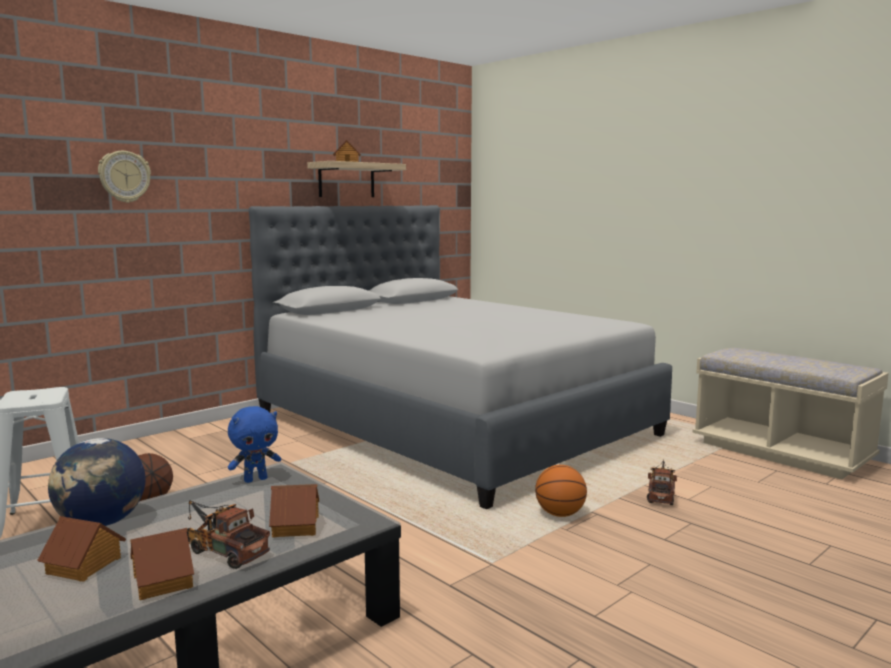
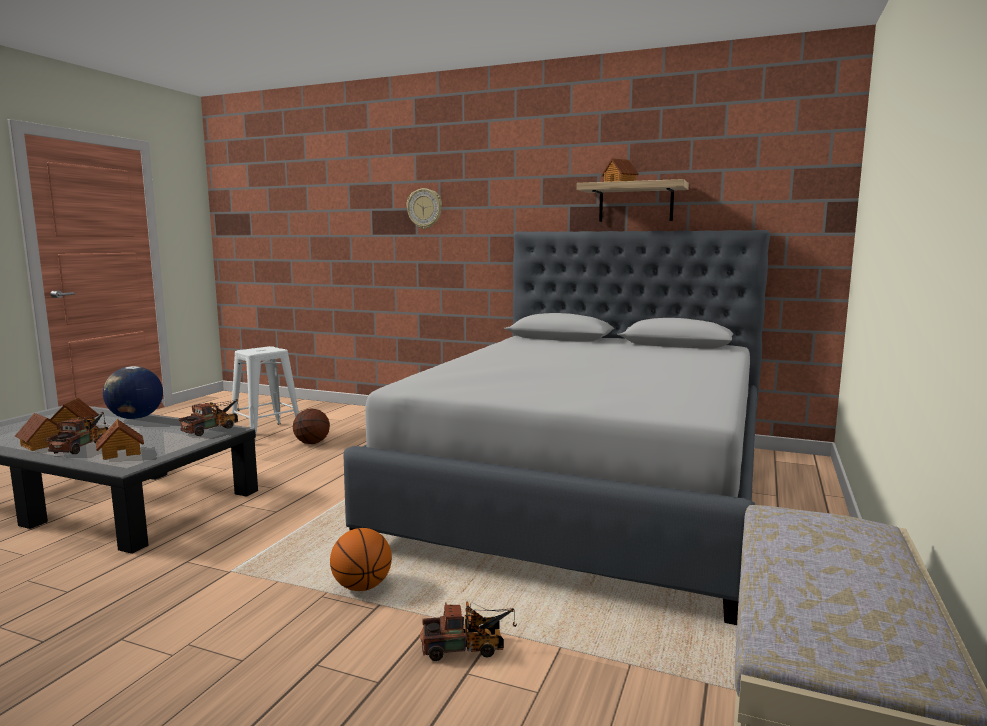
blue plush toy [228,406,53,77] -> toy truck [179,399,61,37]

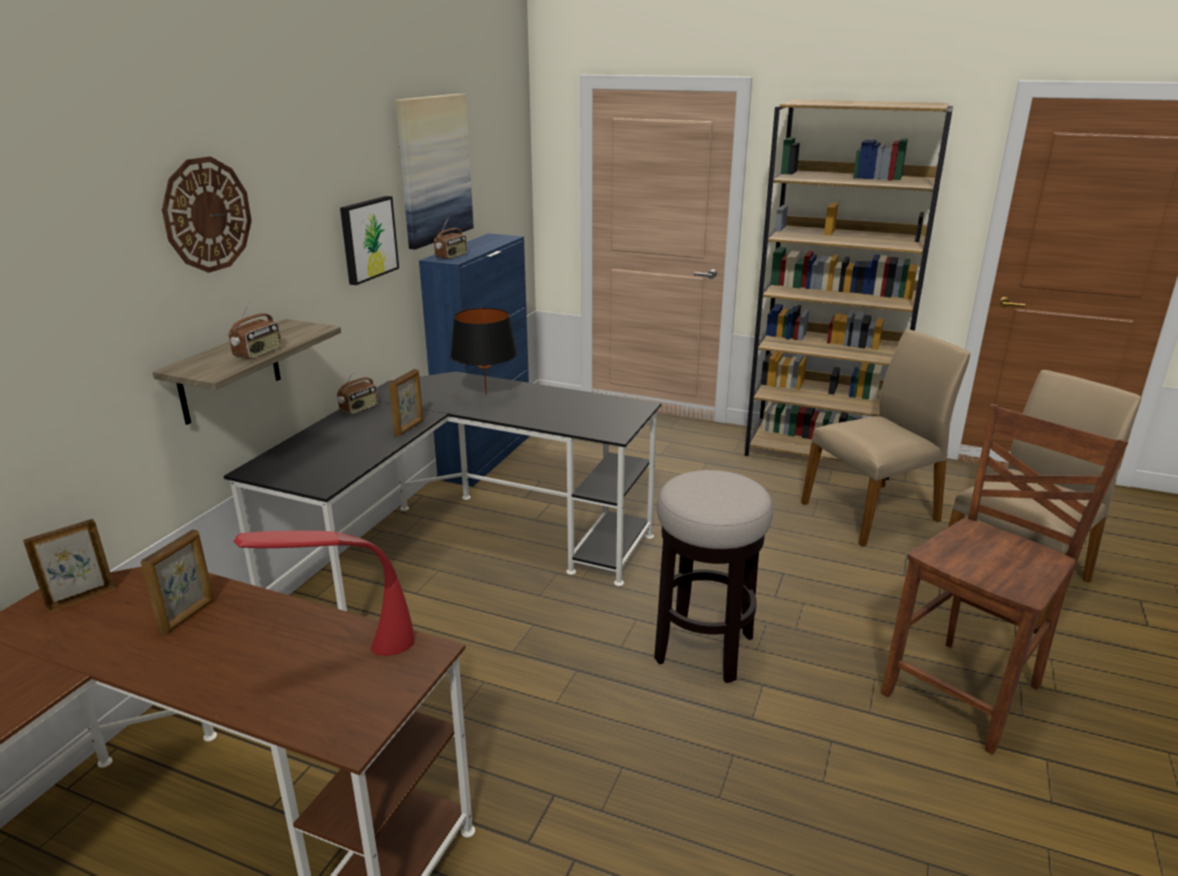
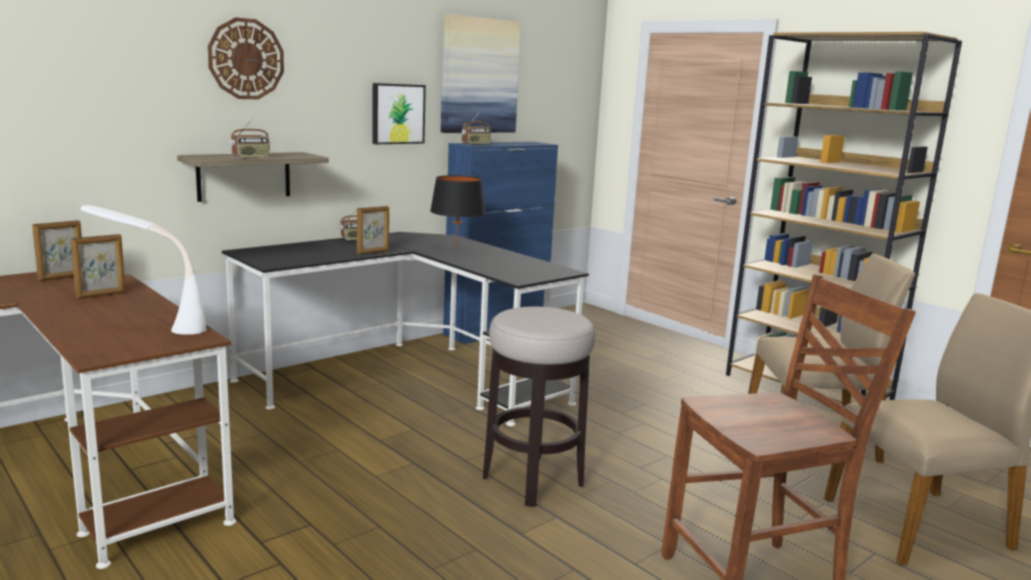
picture frame [23,519,92,93] -> picture frame [32,220,50,61], 150 degrees clockwise
red table lamp [233,531,182,125] -> white table lamp [80,205,126,130]

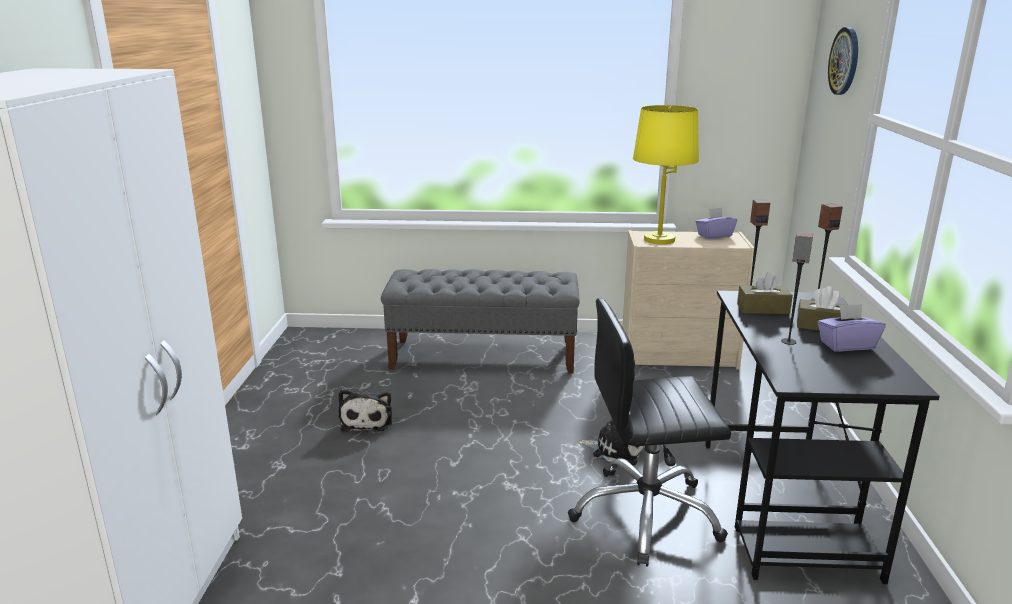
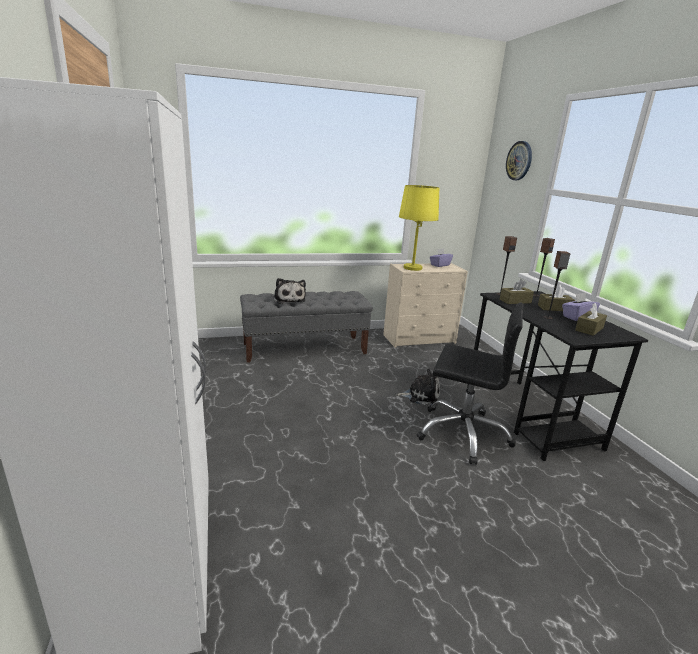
plush toy [338,389,55,43] -> plush toy [273,278,33,26], relocated
black office chair [568,298,163,269] -> black office chair [417,303,106,162], 135 degrees counterclockwise
none -> brown tissue box [575,303,32,33]

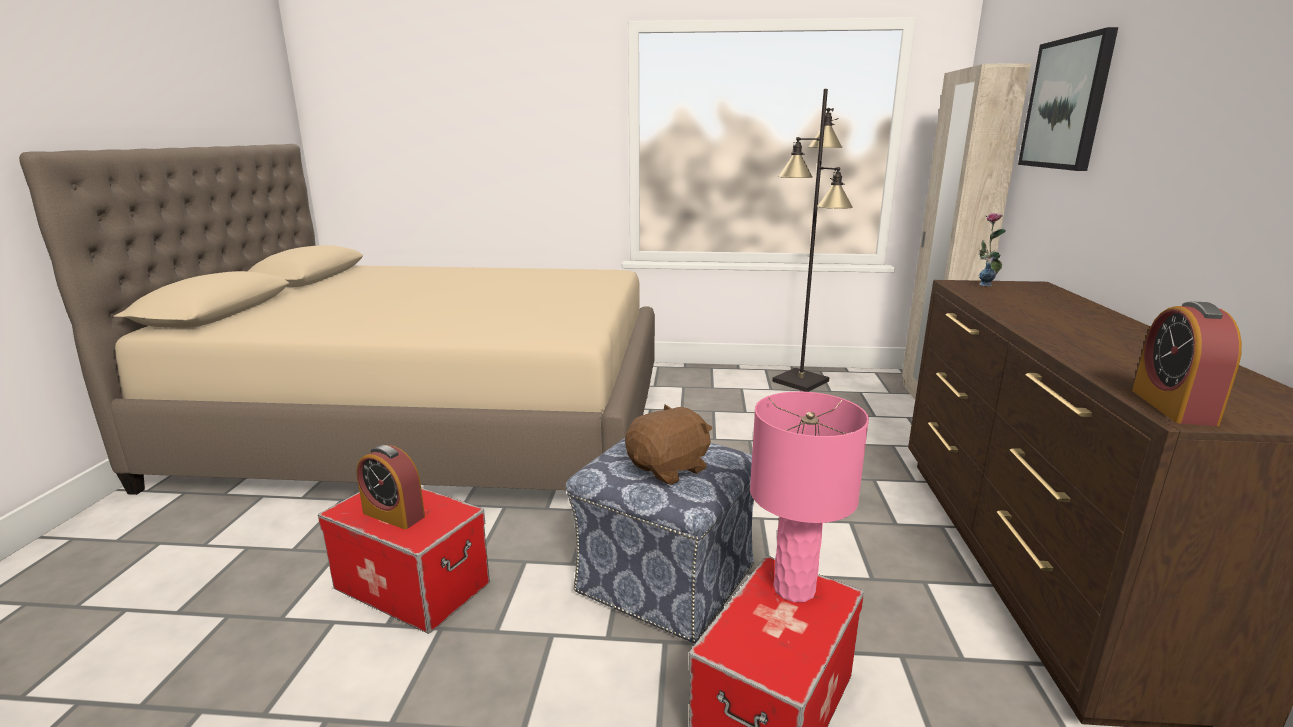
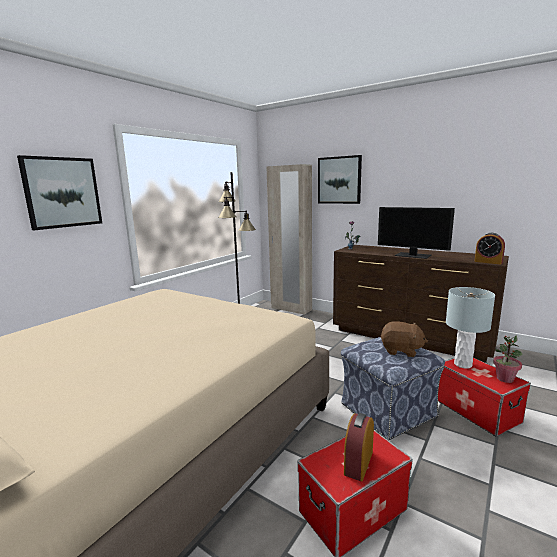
none -> picture [17,155,85,75]
alarm clock [357,445,68,84] -> alarm clock [344,413,30,68], 150 degrees clockwise
none -> monitor [378,207,77,52]
brown plush toy [625,405,88,80] -> brown plush toy [380,321,48,36], 120 degrees clockwise
pink table lamp [750,392,119,210] -> grey table lamp [446,287,49,82]
none -> potted plant [493,336,29,47]

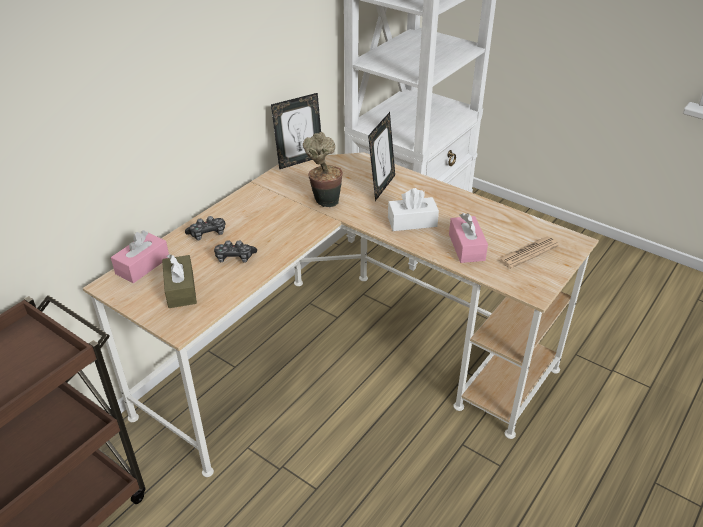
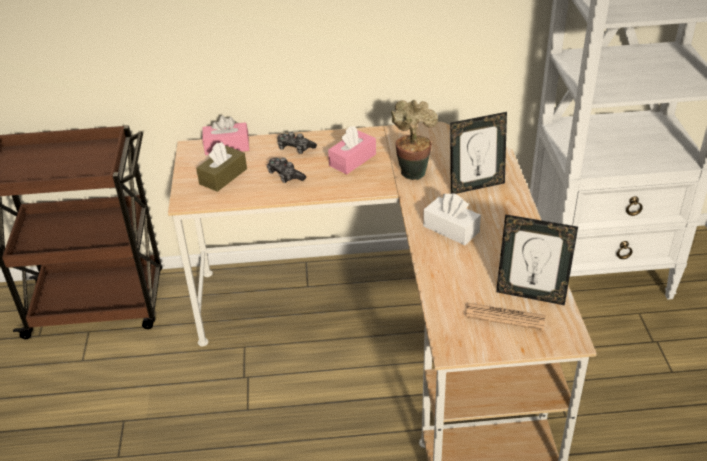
pink tissue box [449,213,39,50] -> pink tissue box [328,126,48,48], relocated
picture frame [271,93,50,76] -> picture frame [496,214,82,91], relocated

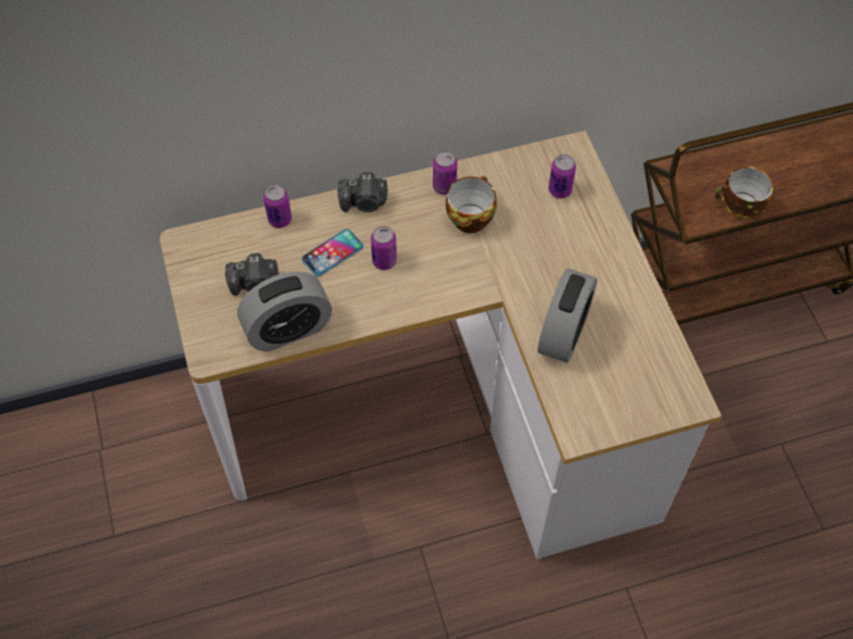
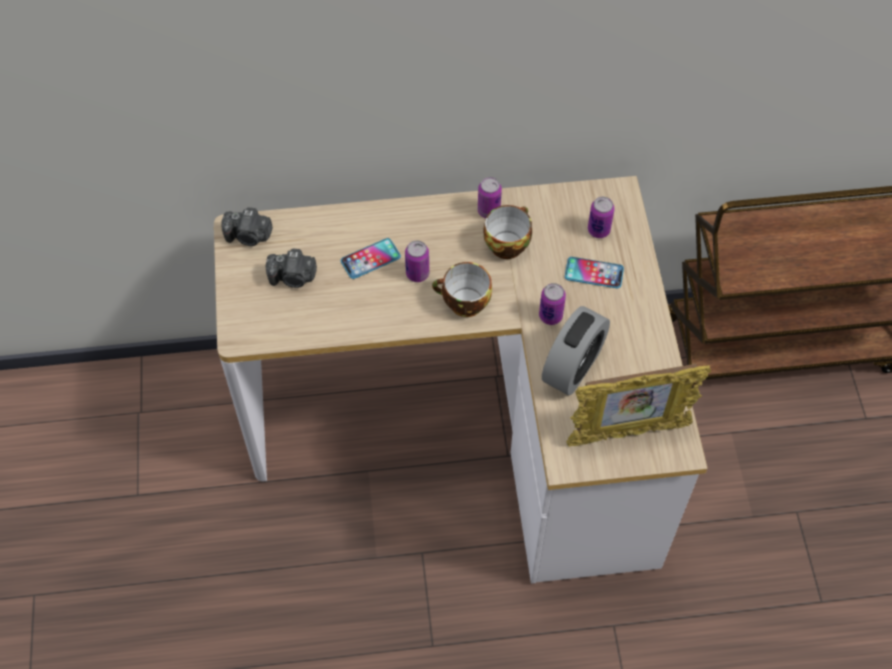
photo camera [338,172,50,40] -> photo camera [221,207,52,39], relocated
cup [714,167,59,52] -> cup [432,262,60,55], relocated
can [263,184,29,44] -> can [539,283,27,42], relocated
none -> phone [565,257,59,31]
none -> picture frame [566,364,145,83]
alarm clock [237,271,95,81] -> none

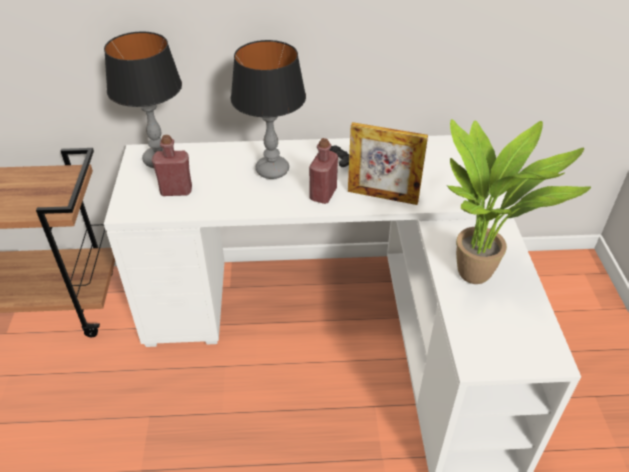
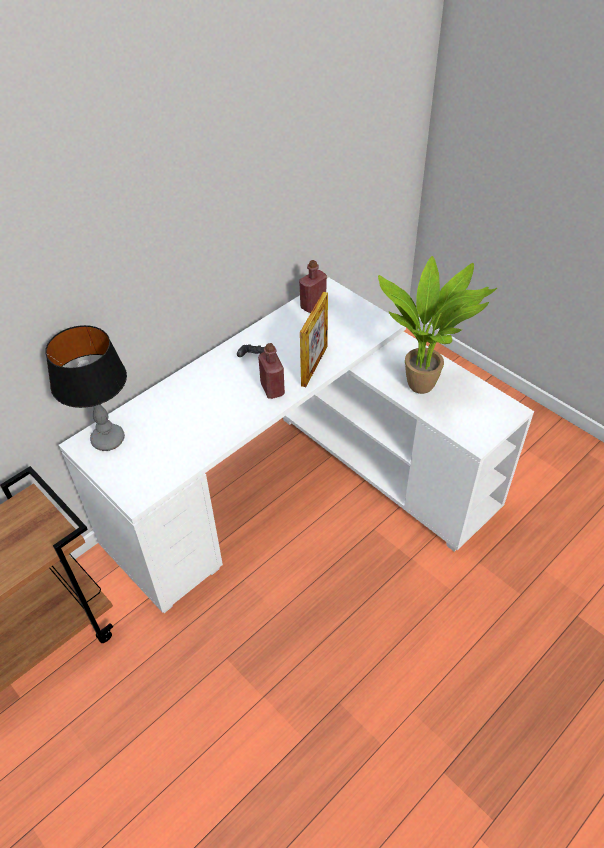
red bottle [152,135,40,61] -> red bottle [299,260,28,53], relocated
picture frame [348,122,80,83] -> picture frame [300,292,28,95], 45 degrees counterclockwise
table lamp [230,40,76,139] -> none

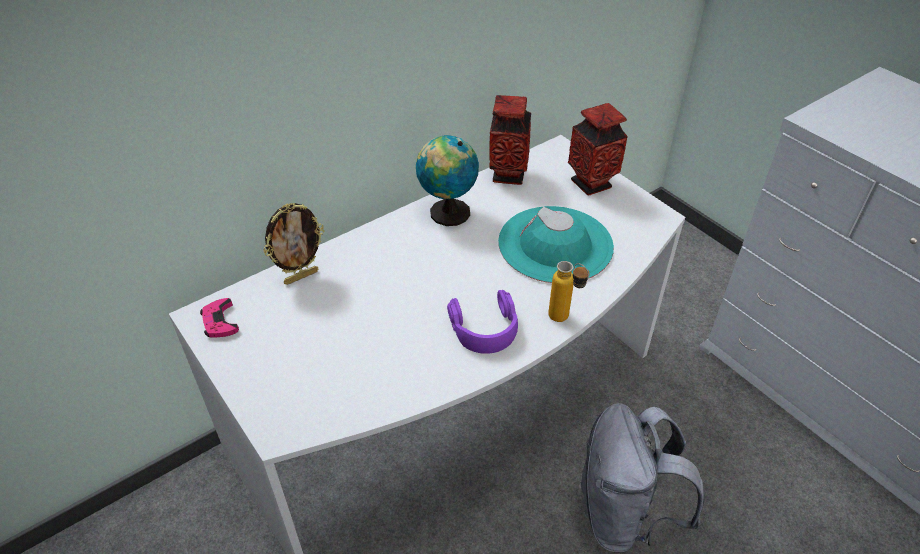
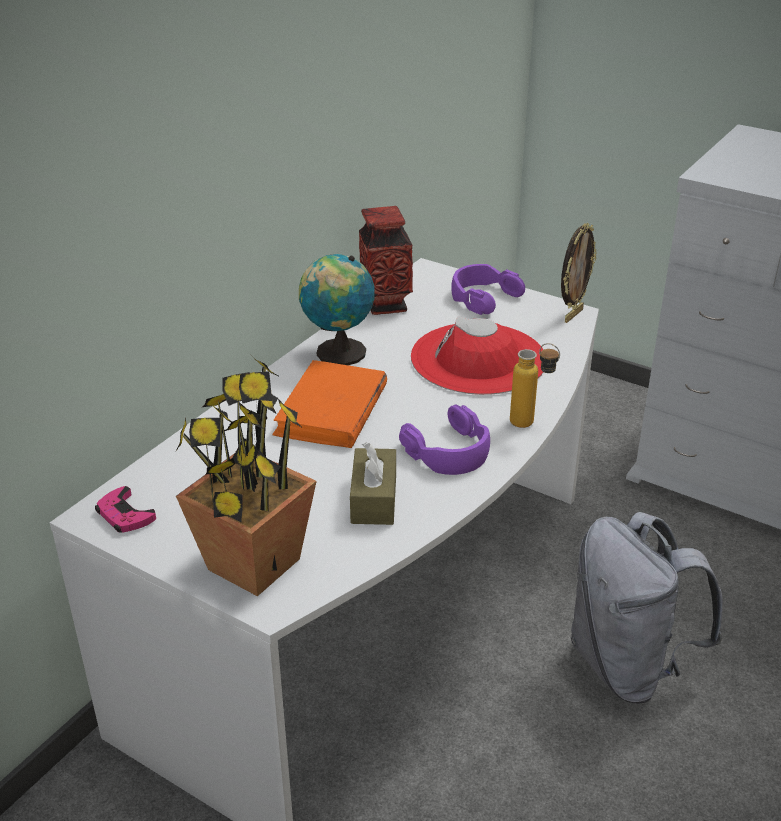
none -> potted plant [175,355,142,241]
none -> orange book [273,360,114,88]
none -> brown tissue box [350,442,46,83]
turquoise hat [498,206,116,77] -> red hat [411,316,132,79]
vase [568,103,60,93] -> purple headphones [451,264,74,51]
picture frame [263,203,61,82] -> picture frame [561,223,36,100], relocated

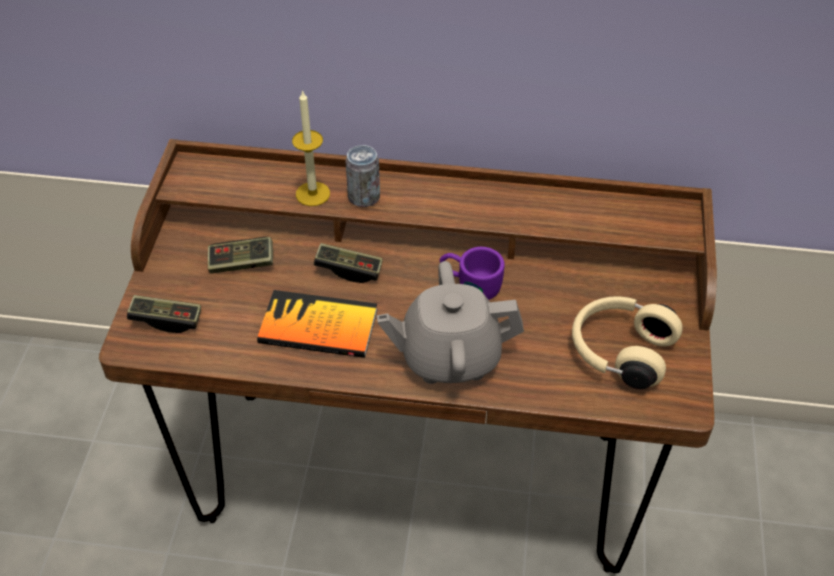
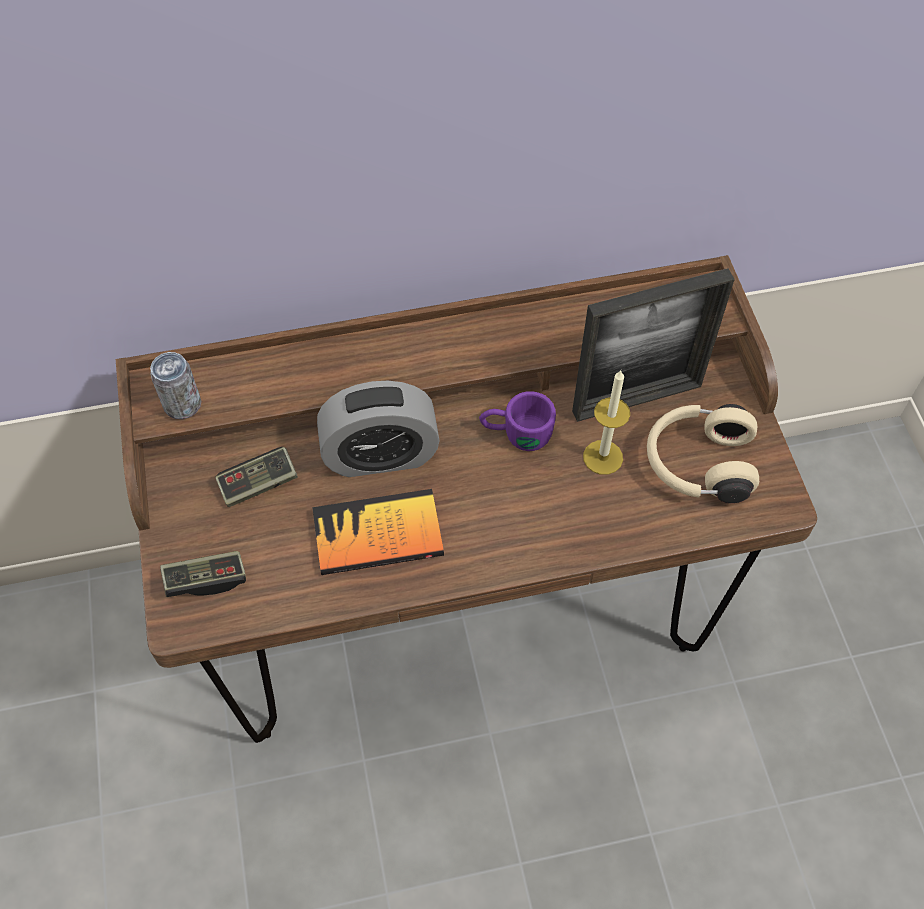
can [346,145,34,62] -> can [150,352,51,67], relocated
game controller [314,243,69,40] -> alarm clock [317,381,123,96]
none -> picture frame [572,268,163,154]
candle [292,90,38,116] -> candle [583,370,47,105], relocated
grey teapot [377,261,147,123] -> none

